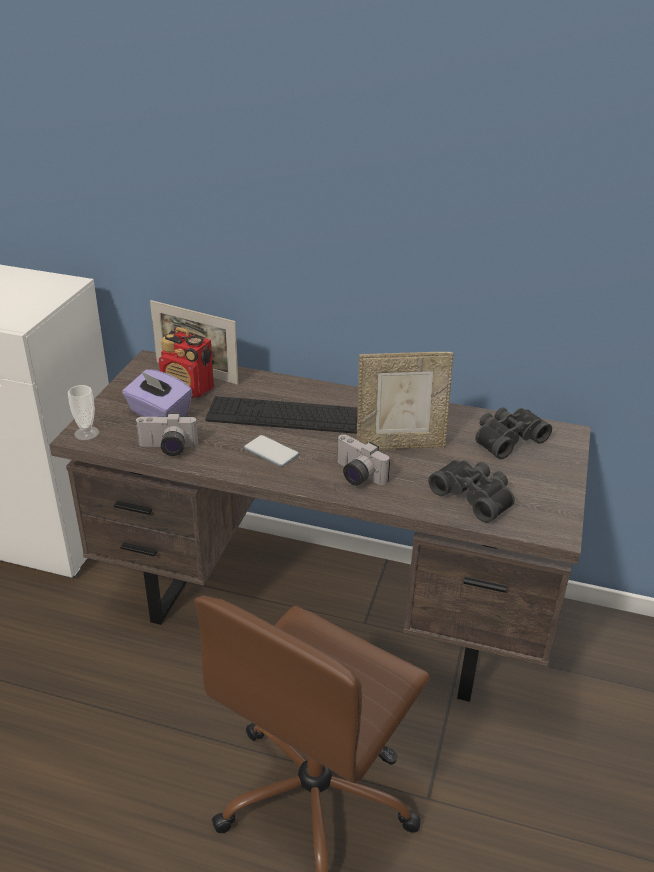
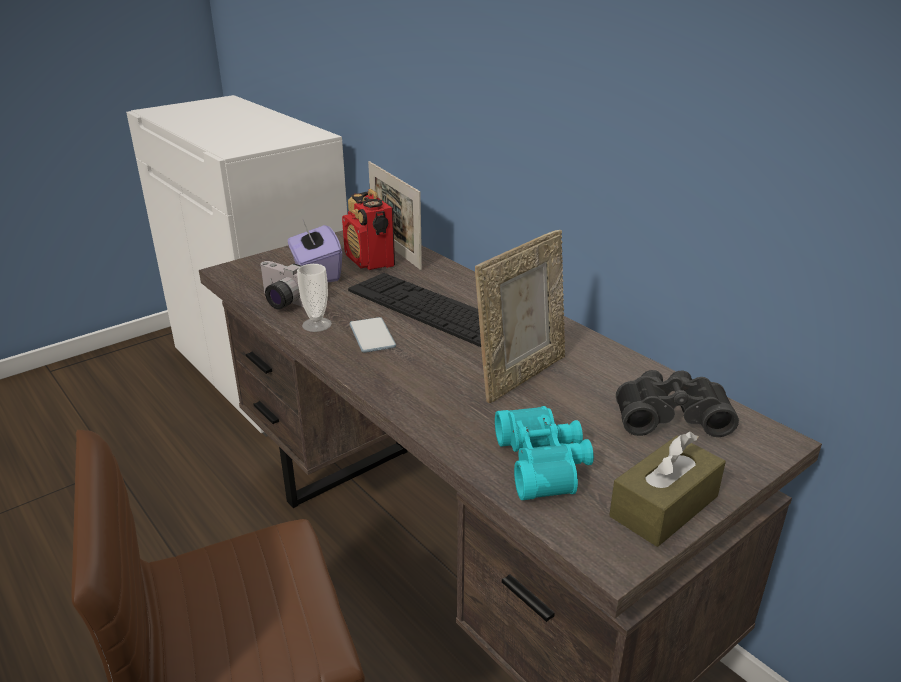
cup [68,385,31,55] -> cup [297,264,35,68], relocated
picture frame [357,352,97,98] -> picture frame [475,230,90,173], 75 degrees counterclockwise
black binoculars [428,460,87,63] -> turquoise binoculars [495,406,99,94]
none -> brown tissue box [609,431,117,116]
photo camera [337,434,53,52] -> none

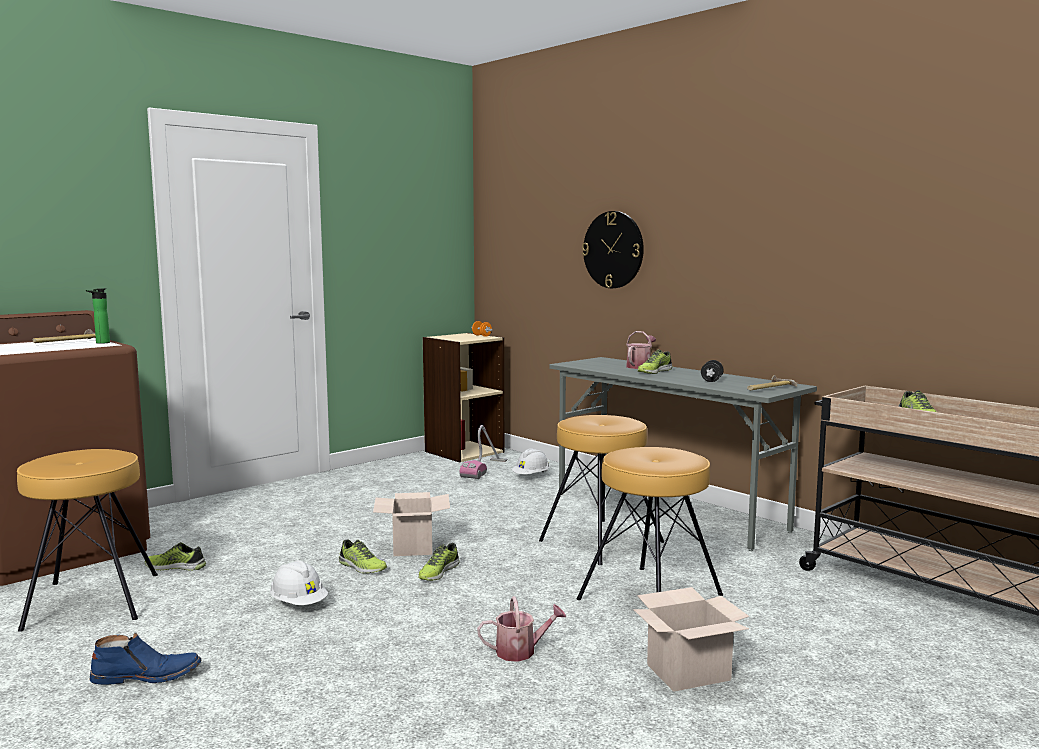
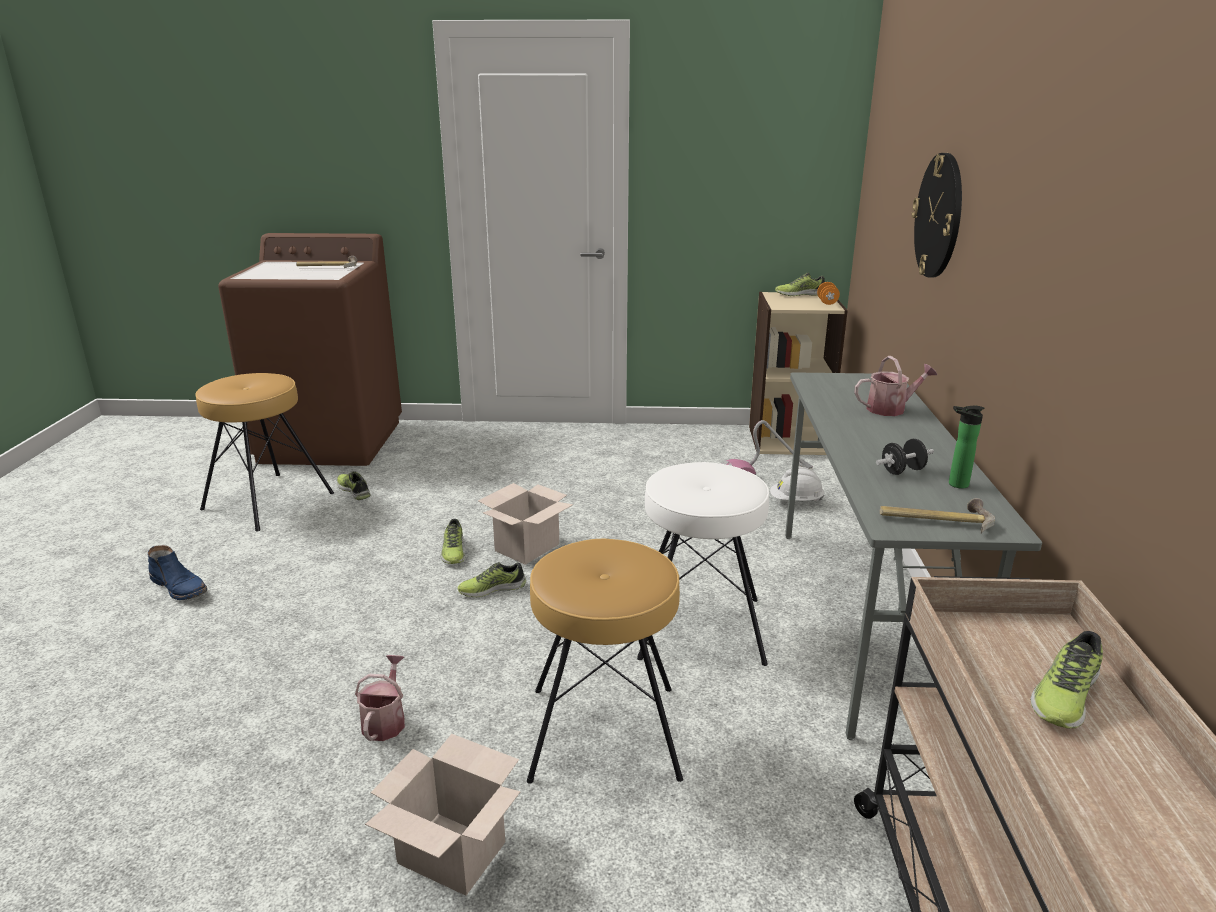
watering can [477,596,89,66] -> watering can [355,655,50,86], 120 degrees counterclockwise
brown stool [539,415,125,150] -> white stool [637,462,132,204]
shoe [637,349,36,25] -> shoe [775,273,50,23], relocated
bottle [86,288,24,56] -> bottle [949,405,35,84], relocated
white hard hat [270,560,58,45] -> none

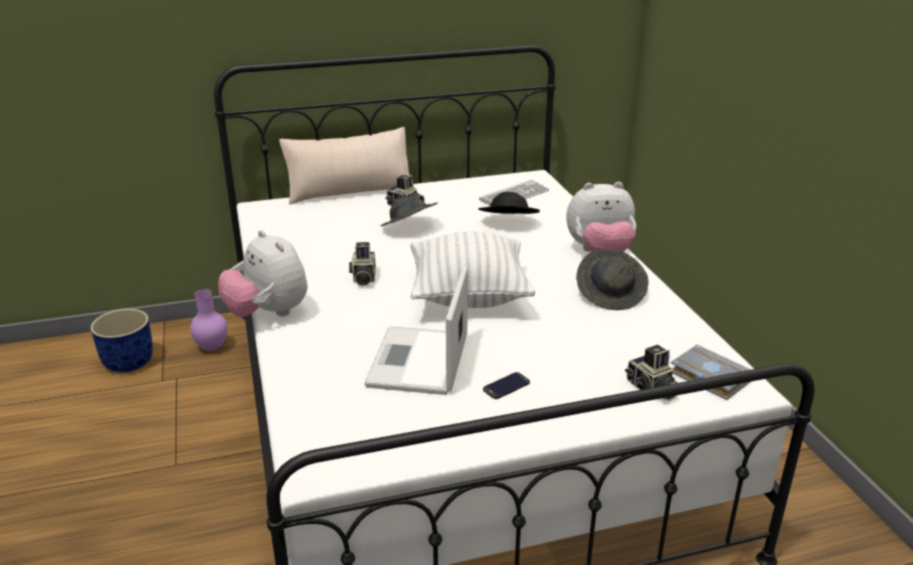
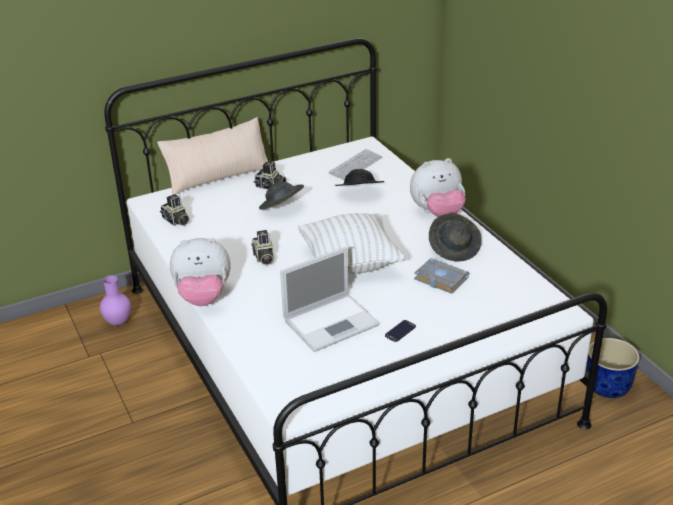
photo camera [625,345,52,56] -> photo camera [160,194,30,32], relocated
plush toy [218,230,90,87] -> plush toy [170,238,61,68], 45 degrees counterclockwise
laptop [364,266,104,129] -> laptop [280,247,100,105], 120 degrees counterclockwise
grey book [670,345,81,55] -> grey book [414,258,55,36], relocated
blue planter [90,309,63,63] -> blue planter [586,338,54,60], relocated

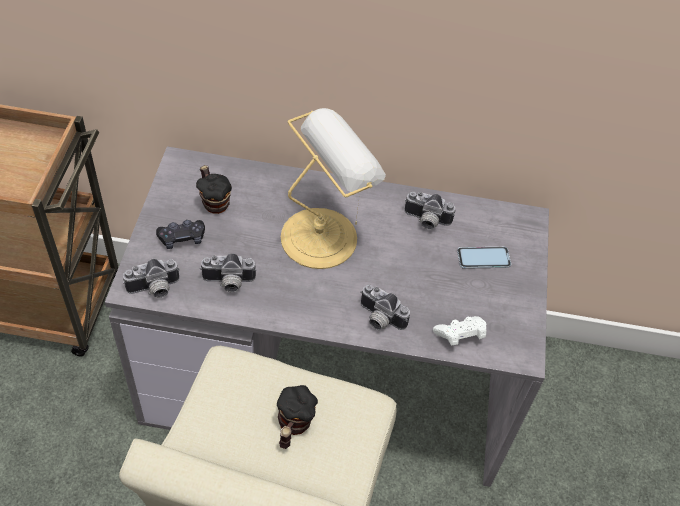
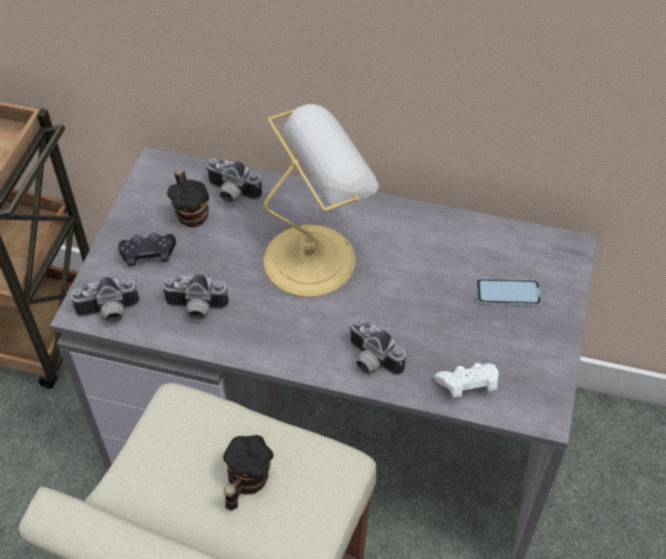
photo camera [404,191,51,39] -> photo camera [205,158,57,45], relocated

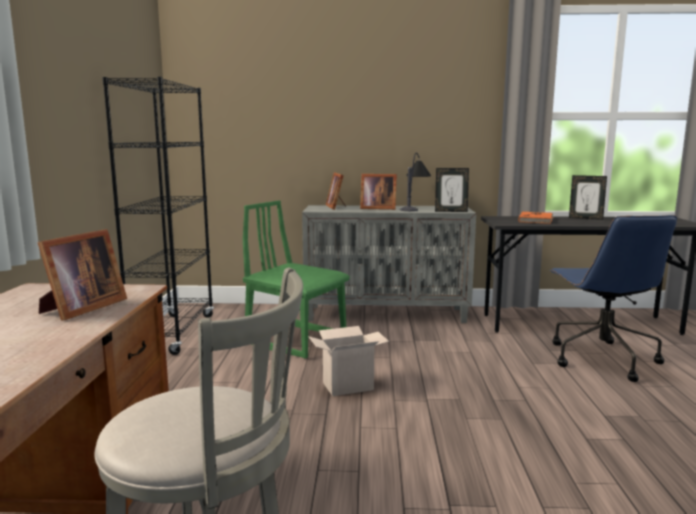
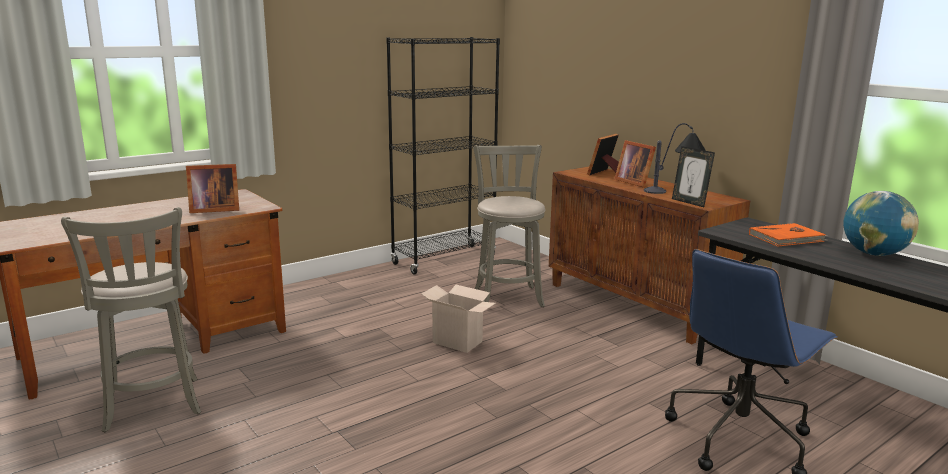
green chair [243,201,107,158] -> grey stool [473,145,72,162]
grey cabinet [302,205,174,118] -> brown cabinet [549,167,201,177]
picture frame [569,175,38,45] -> globe [843,191,76,65]

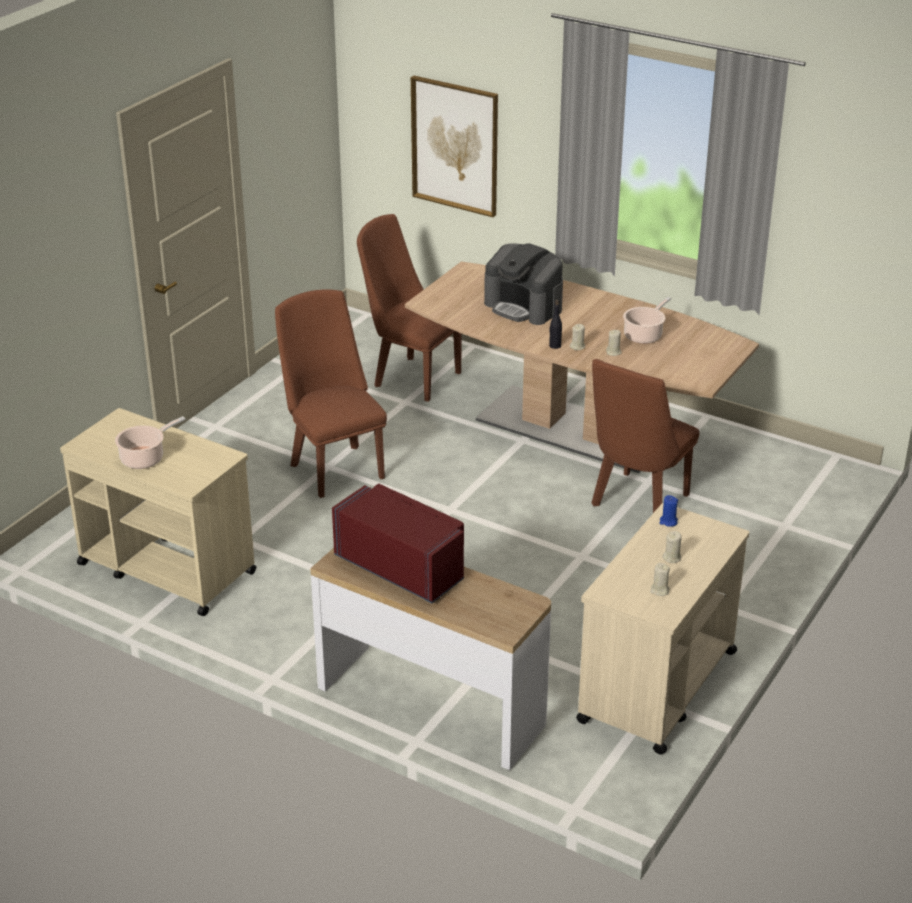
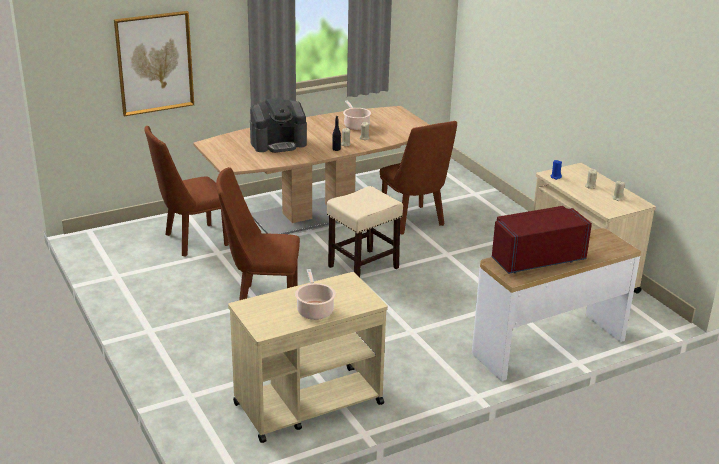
none -> beige stool [327,186,76,92]

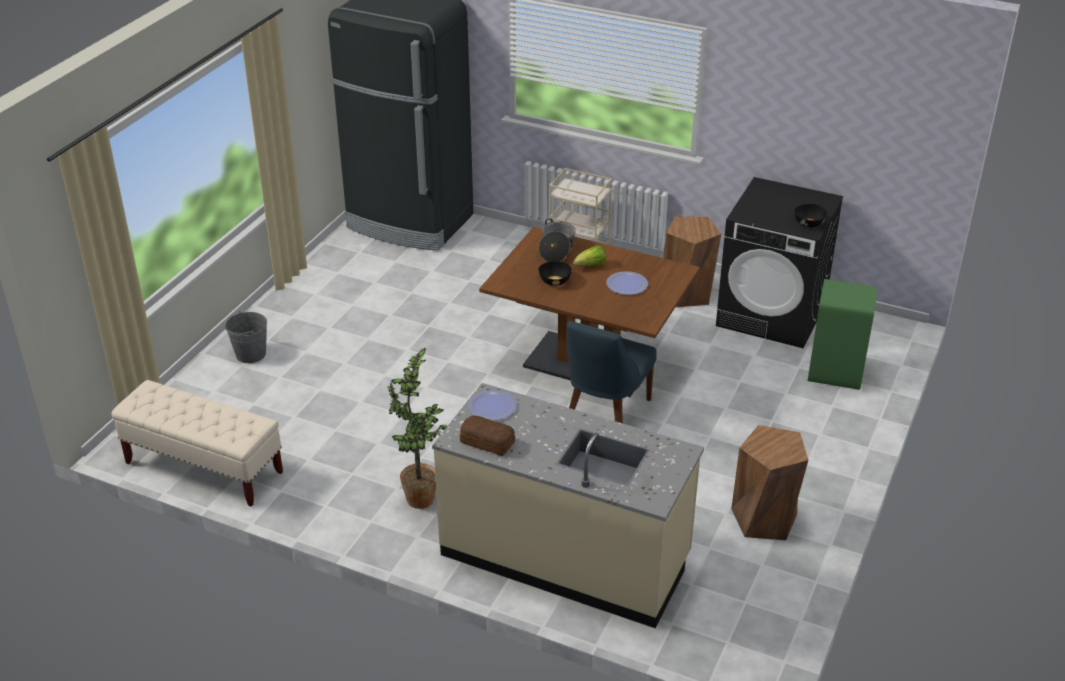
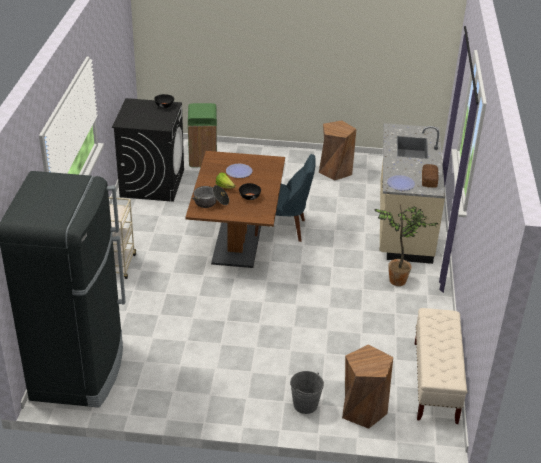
brown stool [663,216,58,91] -> brown stool [342,344,51,85], relocated

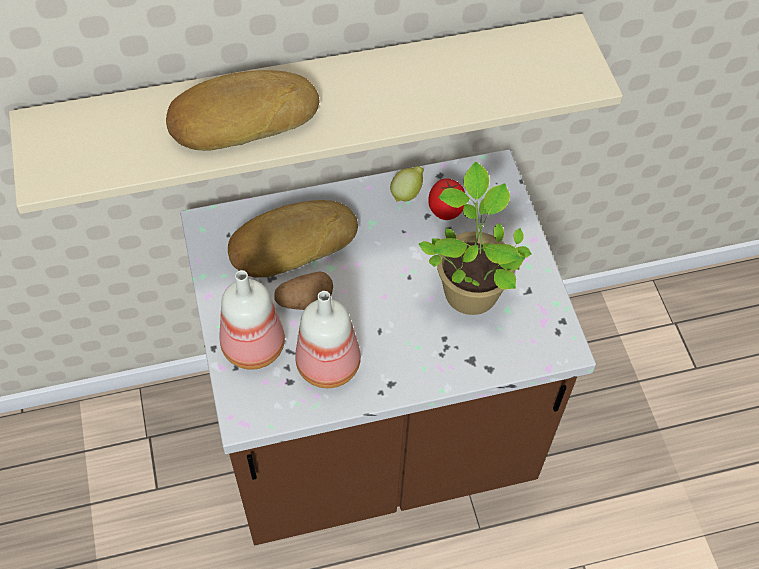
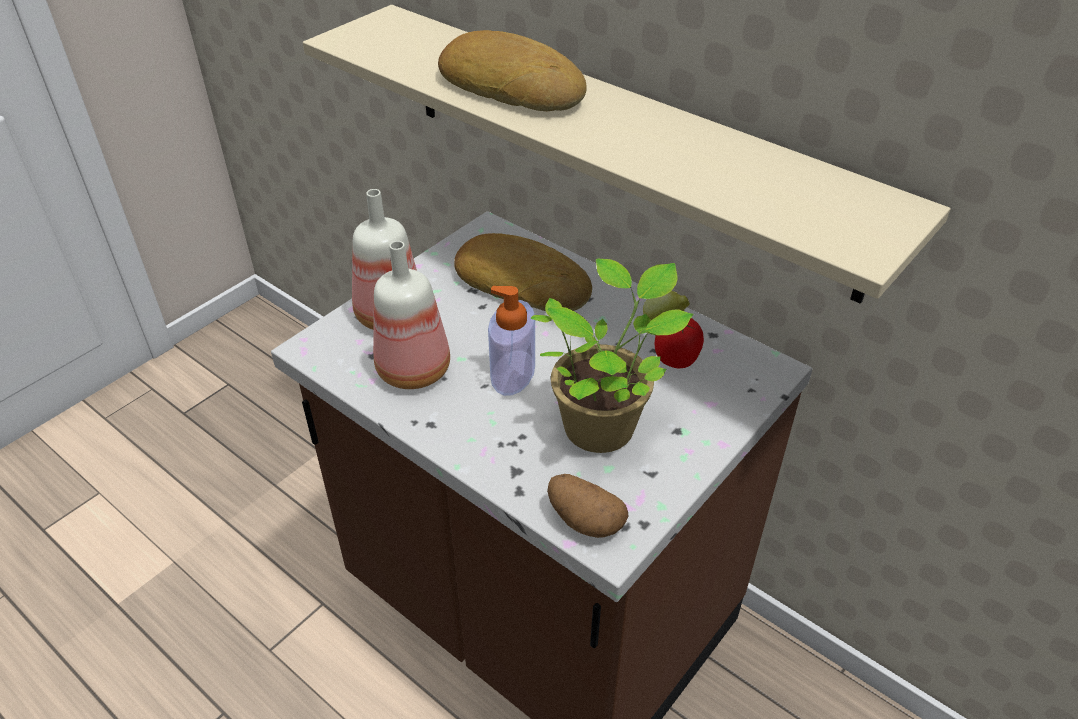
none -> soap dispenser [488,286,47,110]
potato [275,271,58,39] -> potato [547,474,82,64], relocated

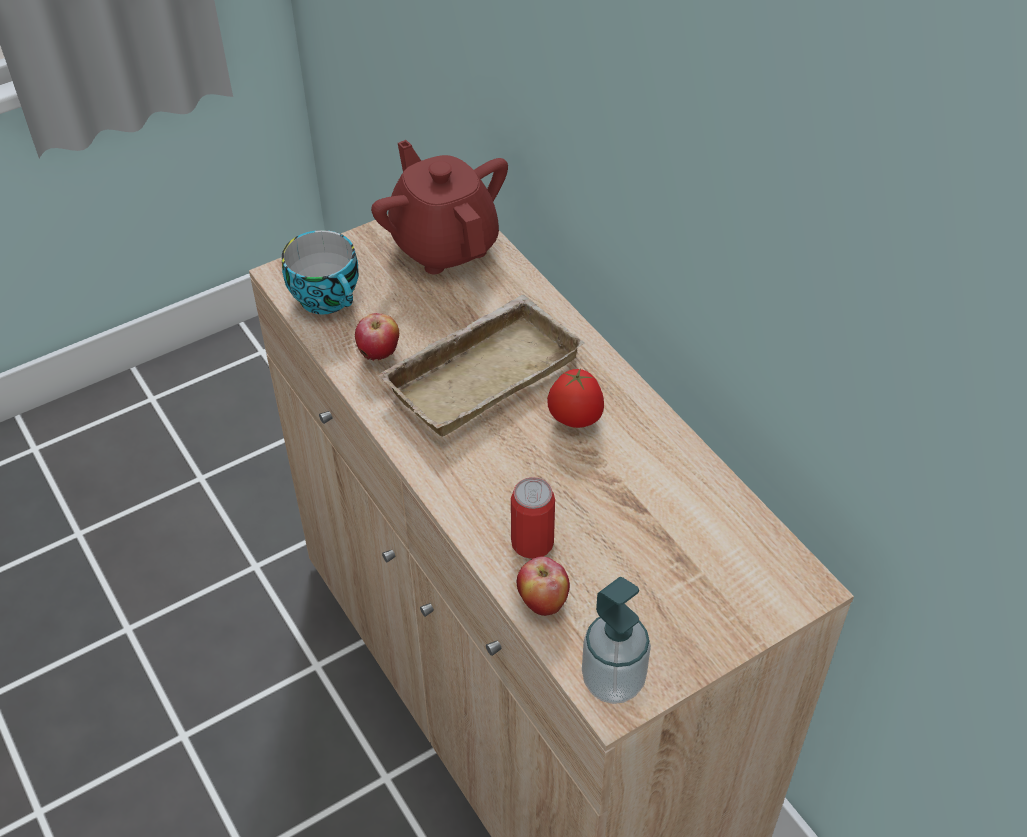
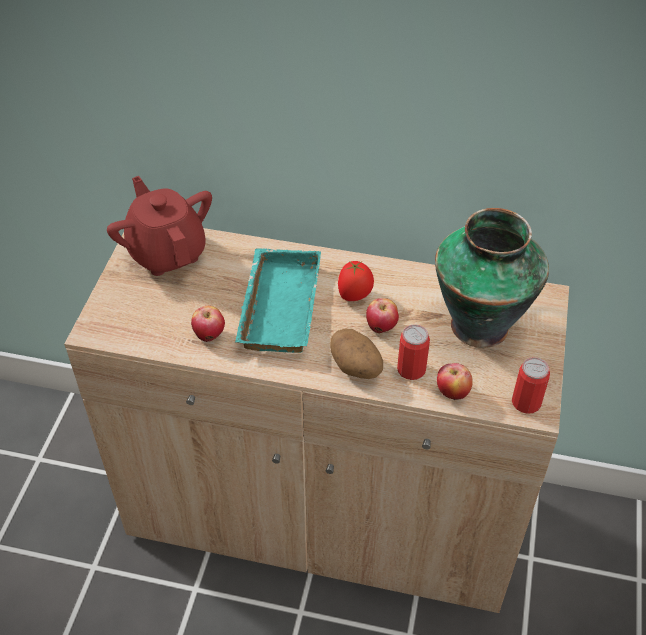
red teapot [371,140,137,134] -> red teapot [107,176,105,100], 45 degrees clockwise
beige tray [377,295,208,142] -> turquoise tray [235,248,86,105]
none -> potato [330,329,53,50]
none -> apple [366,298,33,35]
none -> vase [435,208,114,140]
soap dispenser [582,577,69,127] -> can [512,357,38,57]
cup [282,230,77,84] -> none

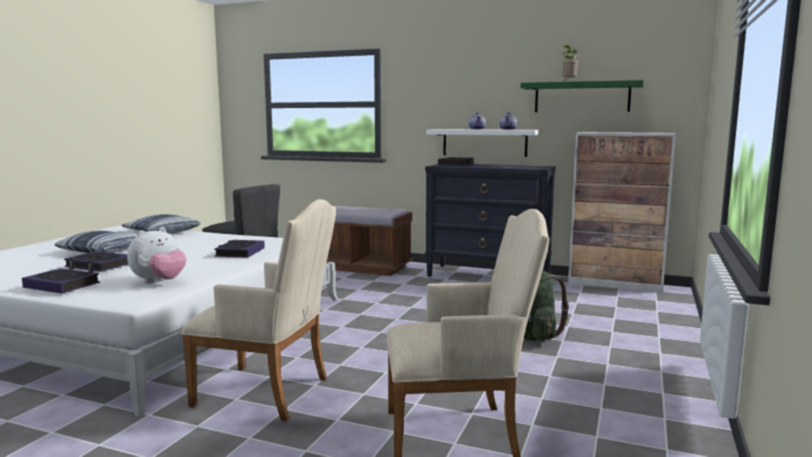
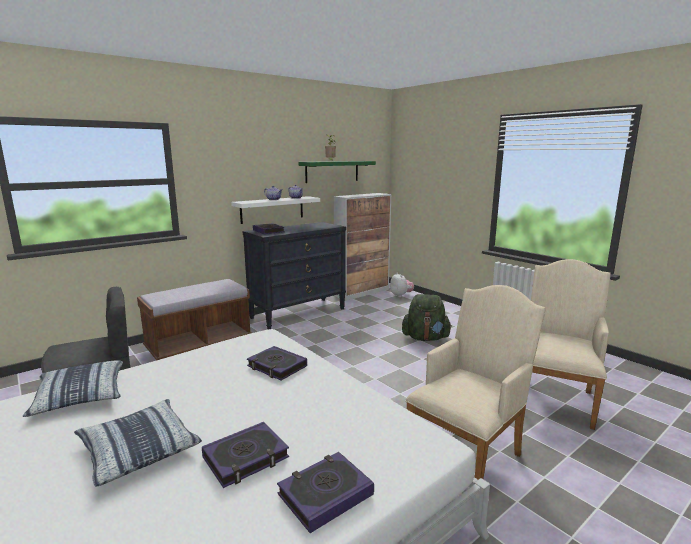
plush toy [127,227,59,56] -> plush toy [390,272,24,25], relocated

